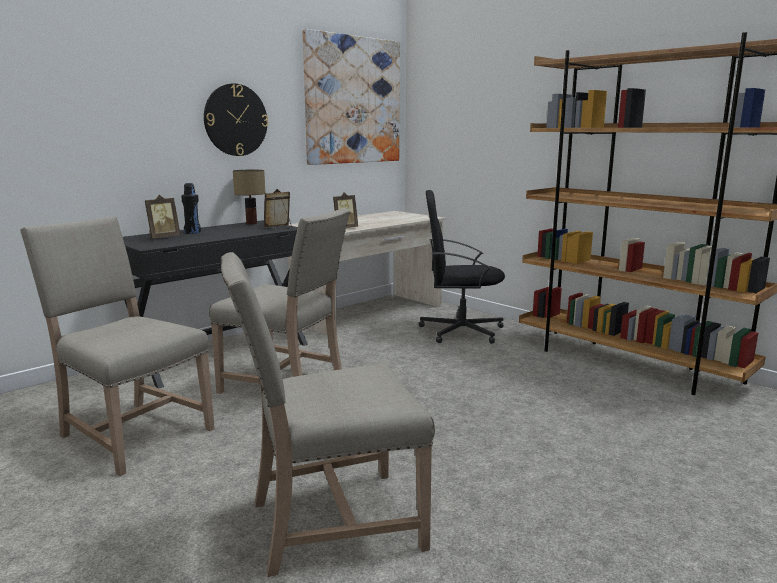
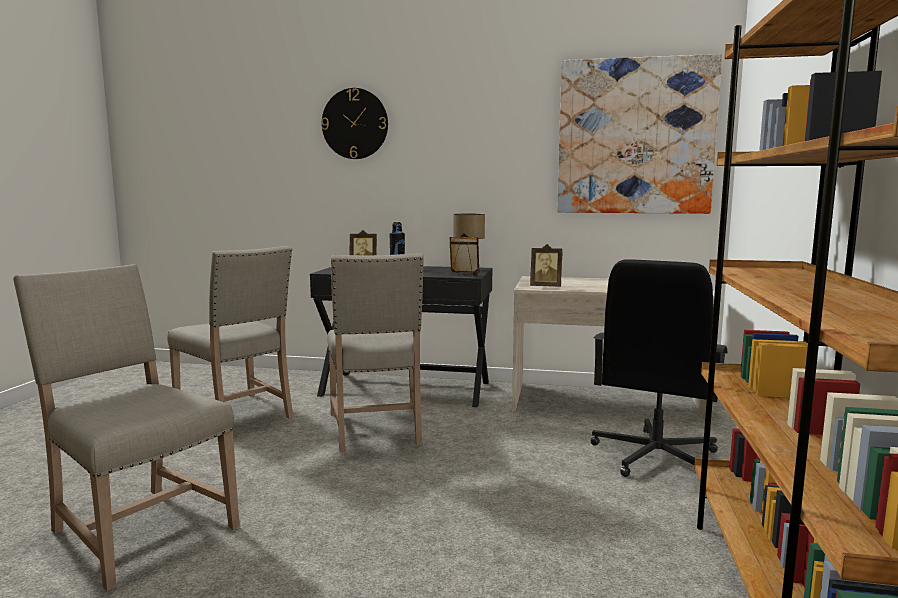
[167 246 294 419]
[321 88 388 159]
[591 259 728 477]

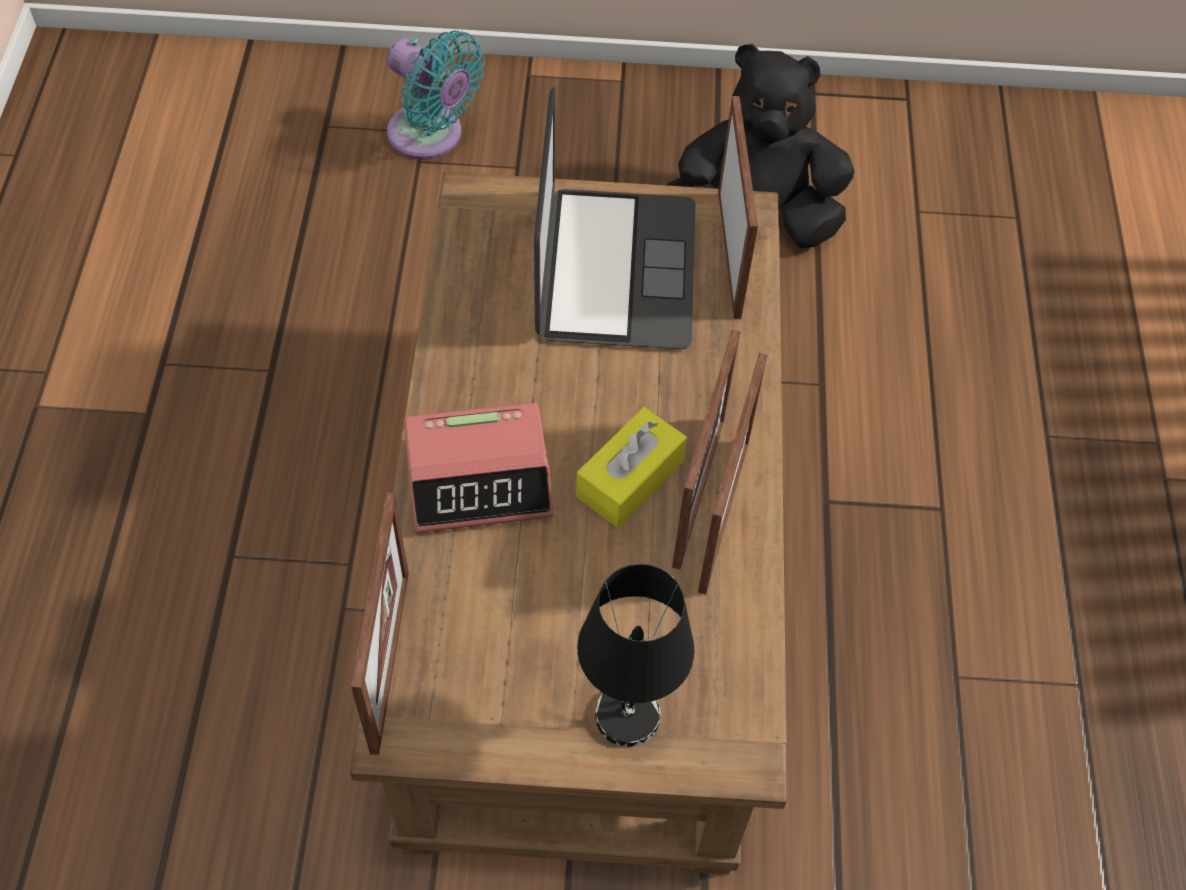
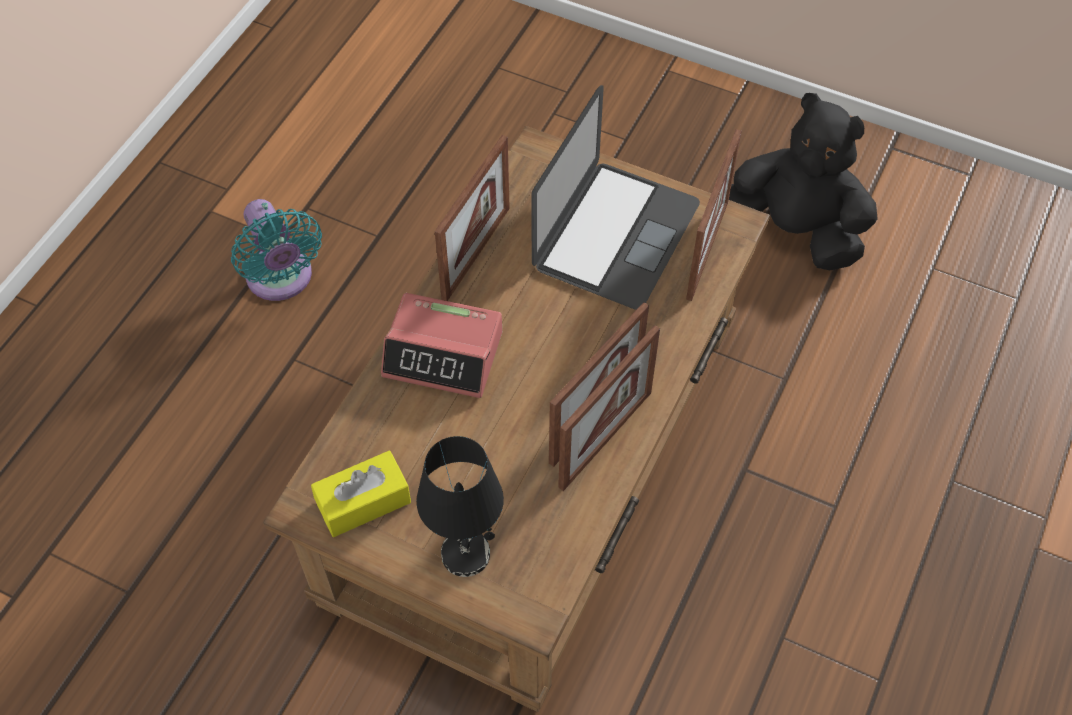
[435 135 510 301]
[231 199 322 301]
[311 451 411 537]

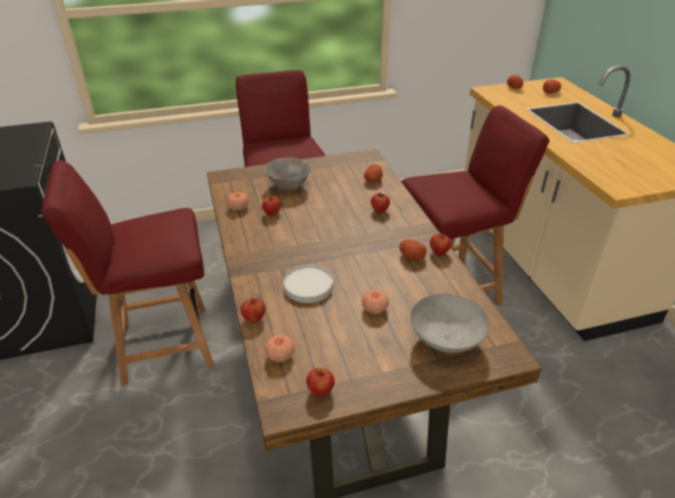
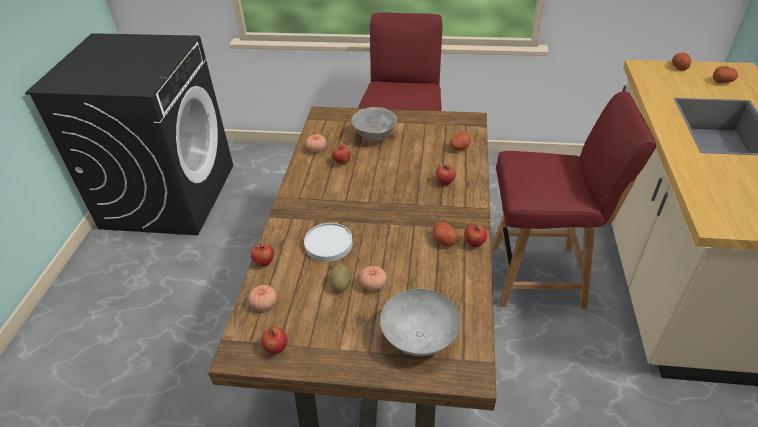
[42 161 214 386] (first image)
[330 265 351 291]

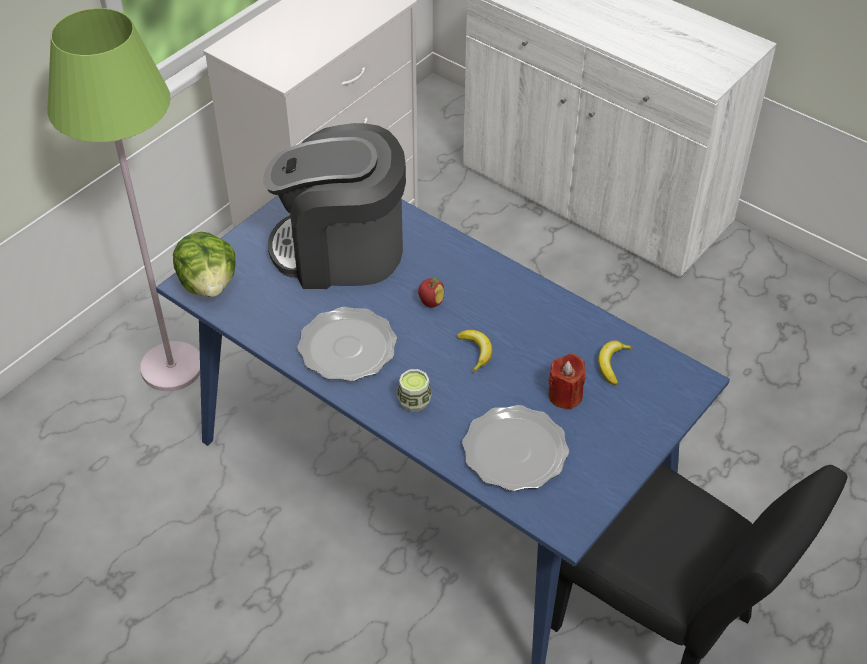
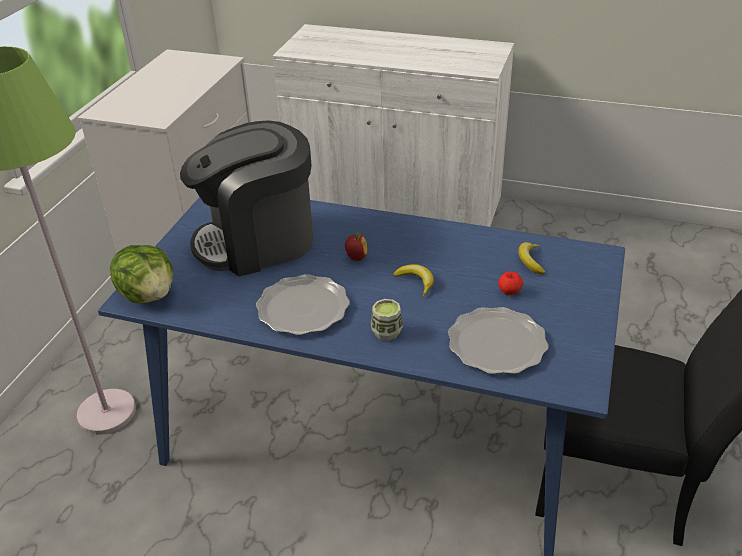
[498 271 523 295]

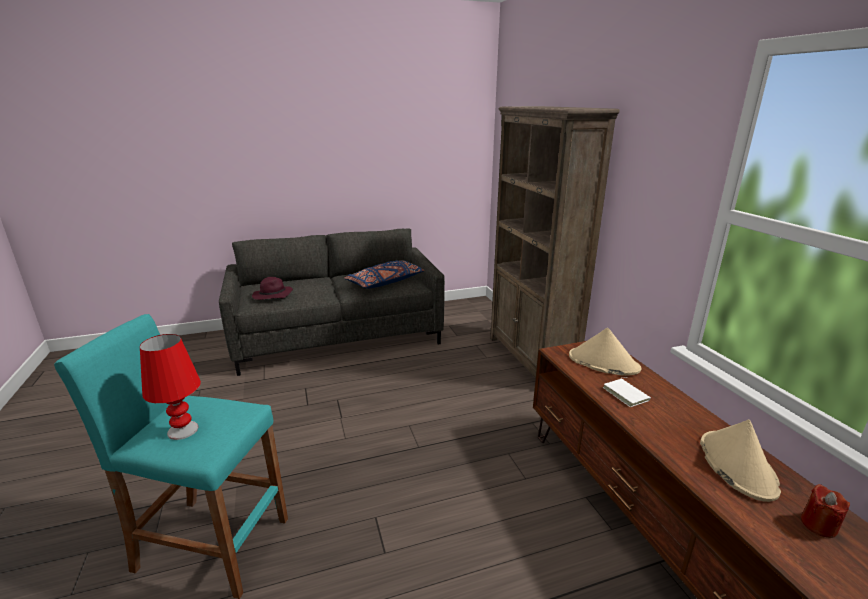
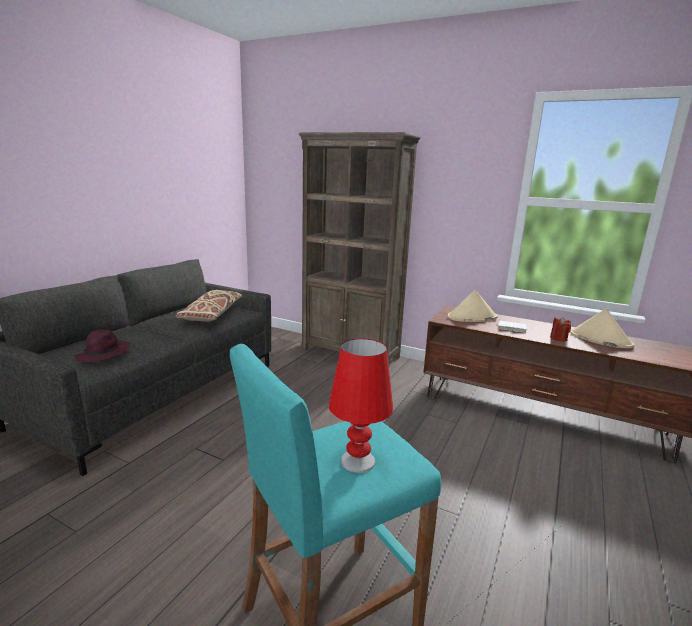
[175 290 243 322]
[550 317 571 342]

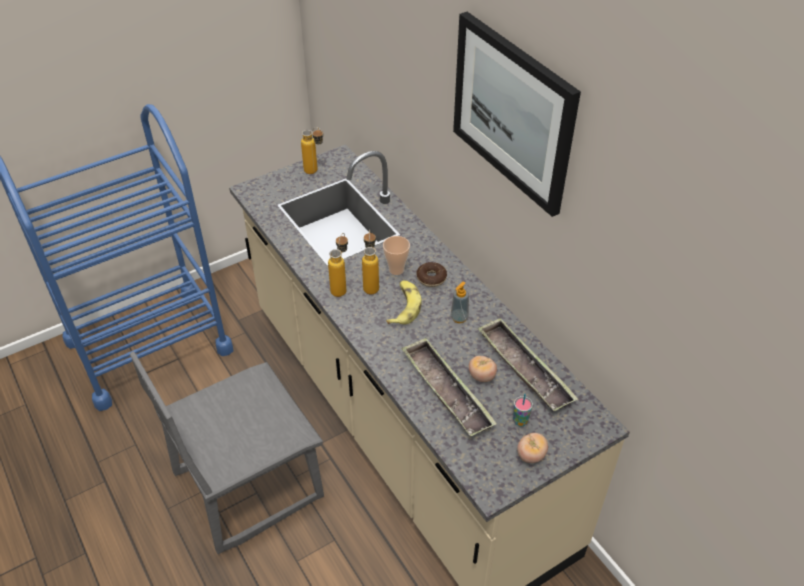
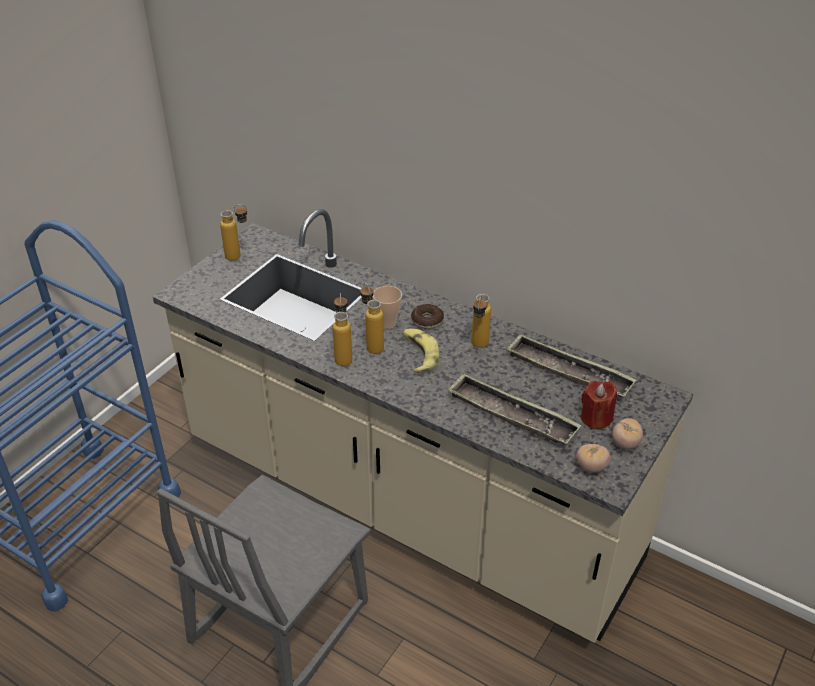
[472 294 491 348]
[453 12 581 217] (first image)
[576 444 611 473]
[581 381 617 429]

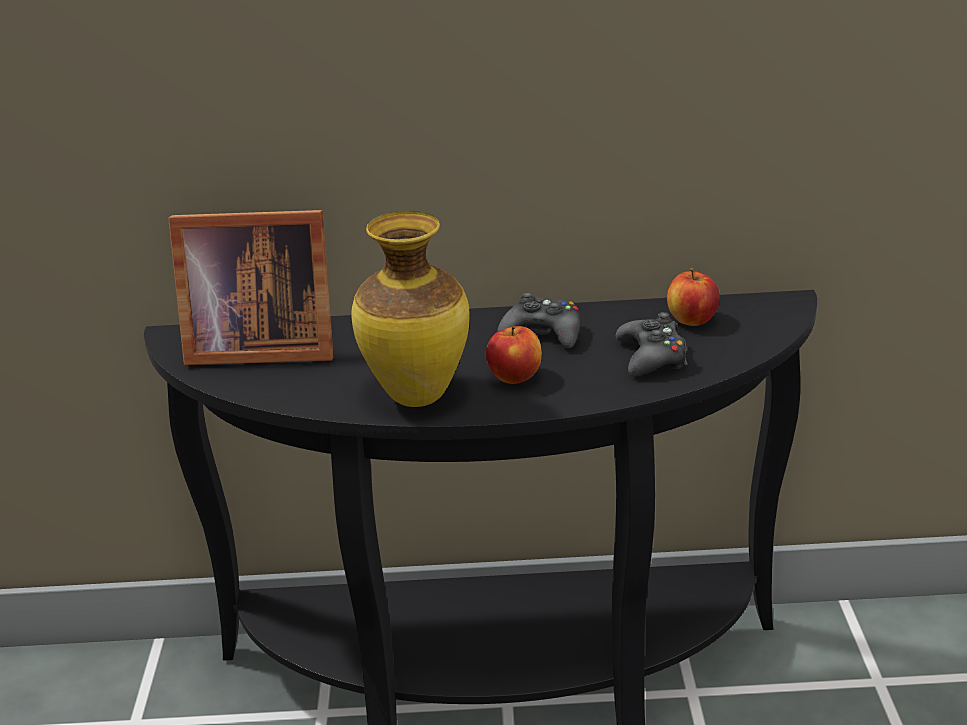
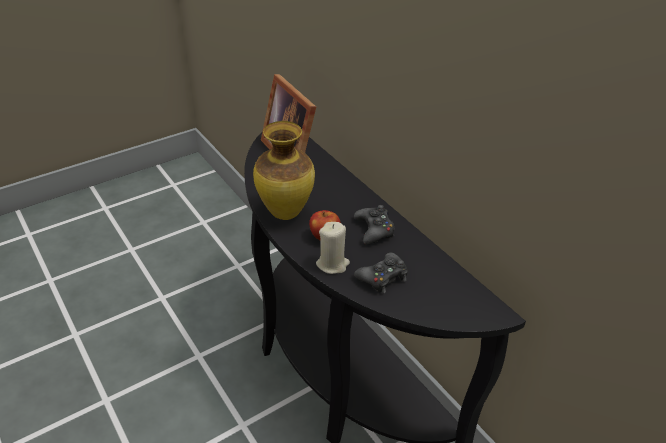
[667 268 720 326] (first image)
[316 222 350 274]

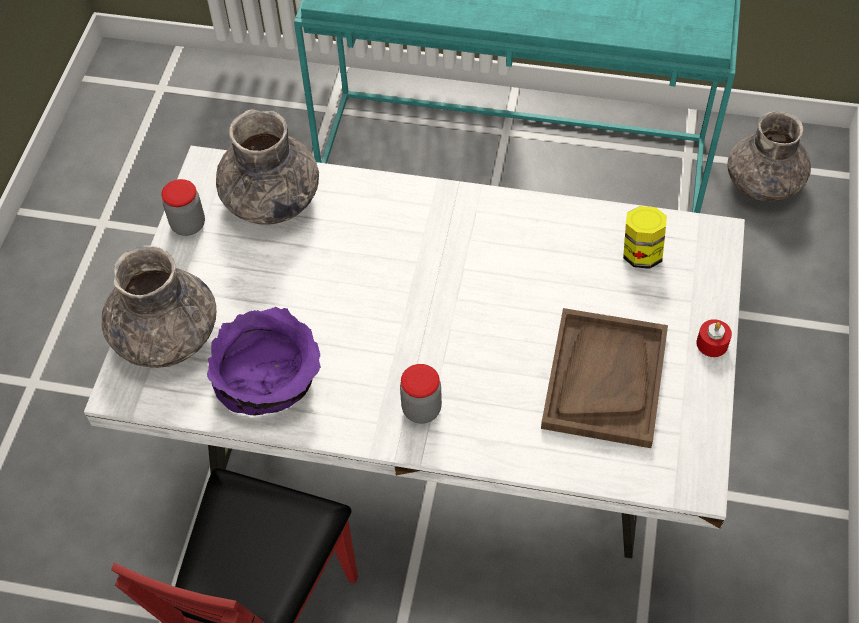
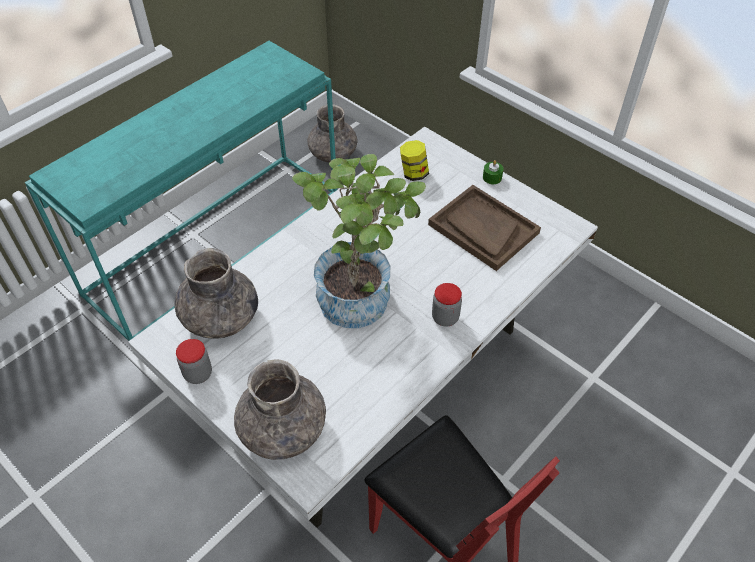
[207 307 321 415] (first image)
[483 160 504 184]
[292 154 426 328]

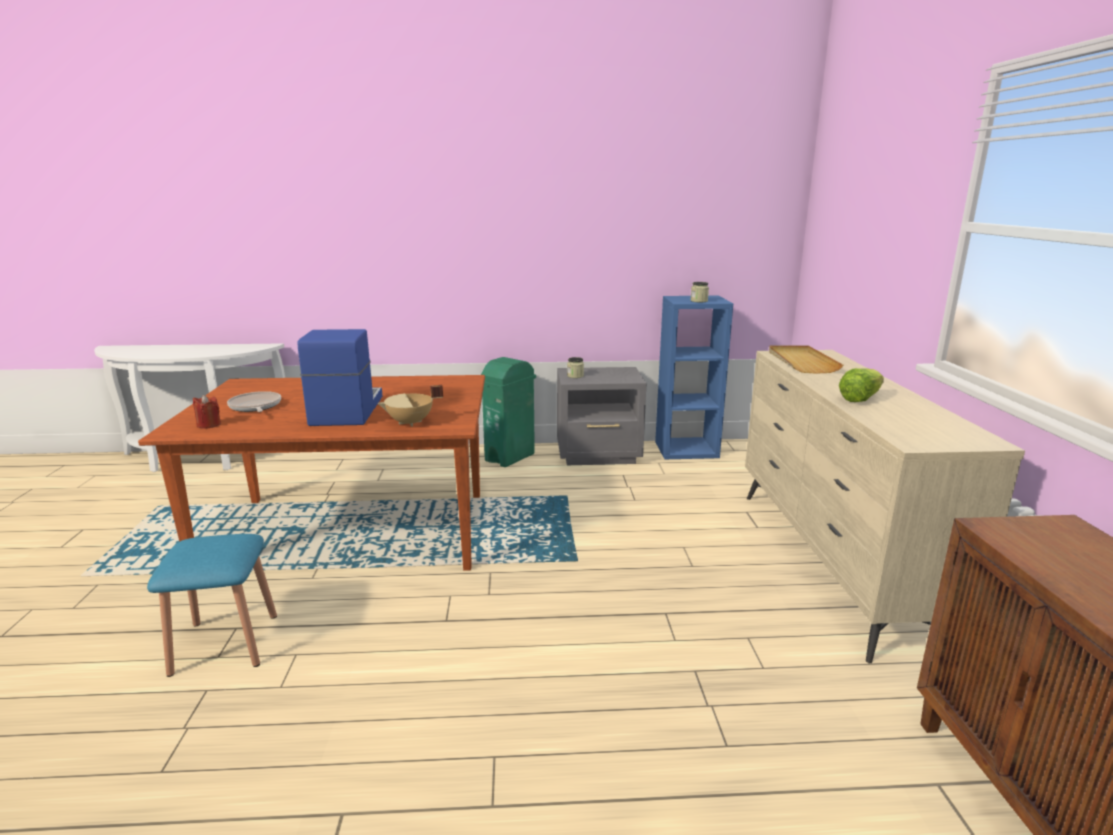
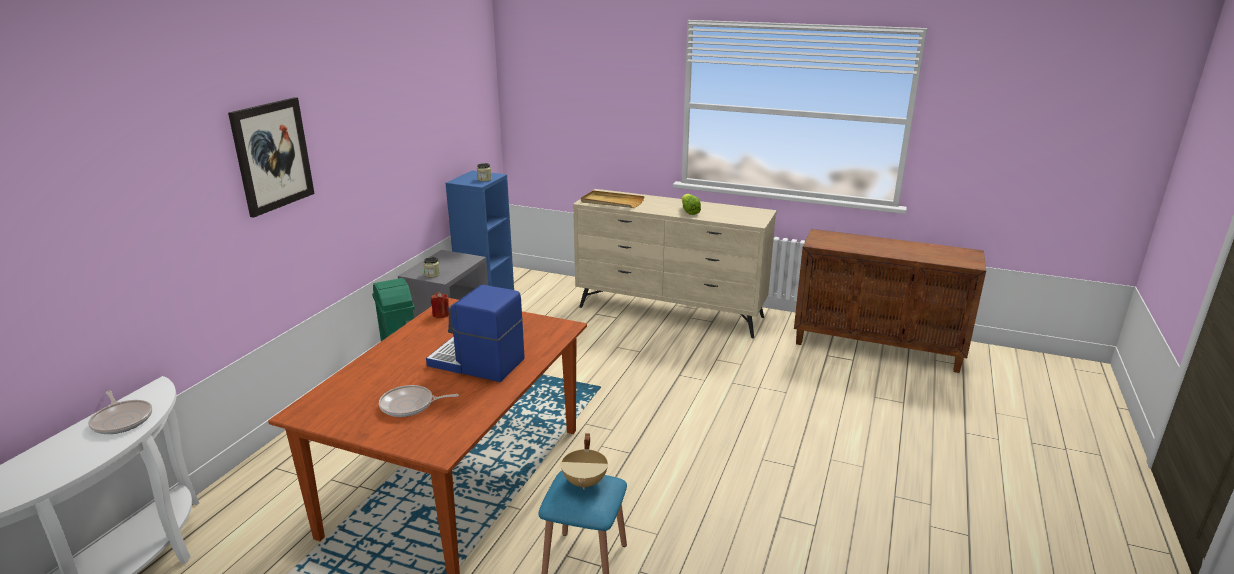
[431 292 449 318]
[561 433 608 490]
[88 391 152 434]
[228 97 315 218]

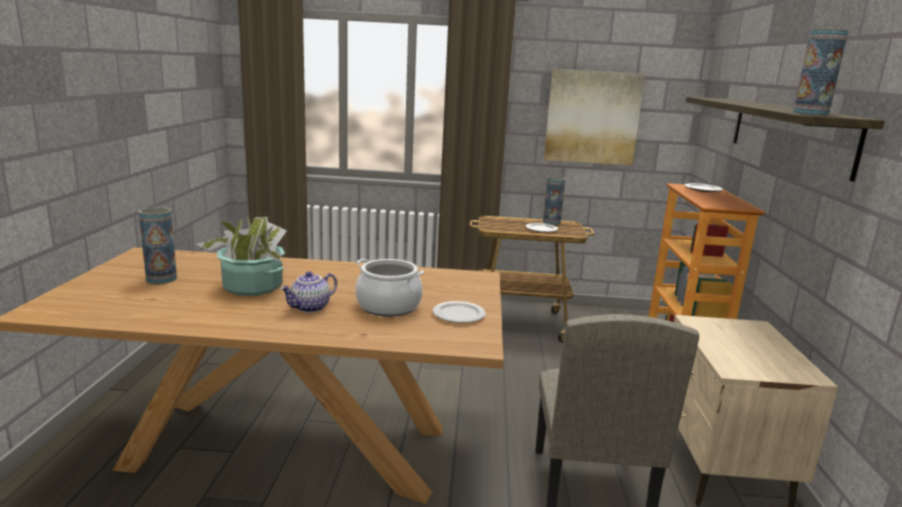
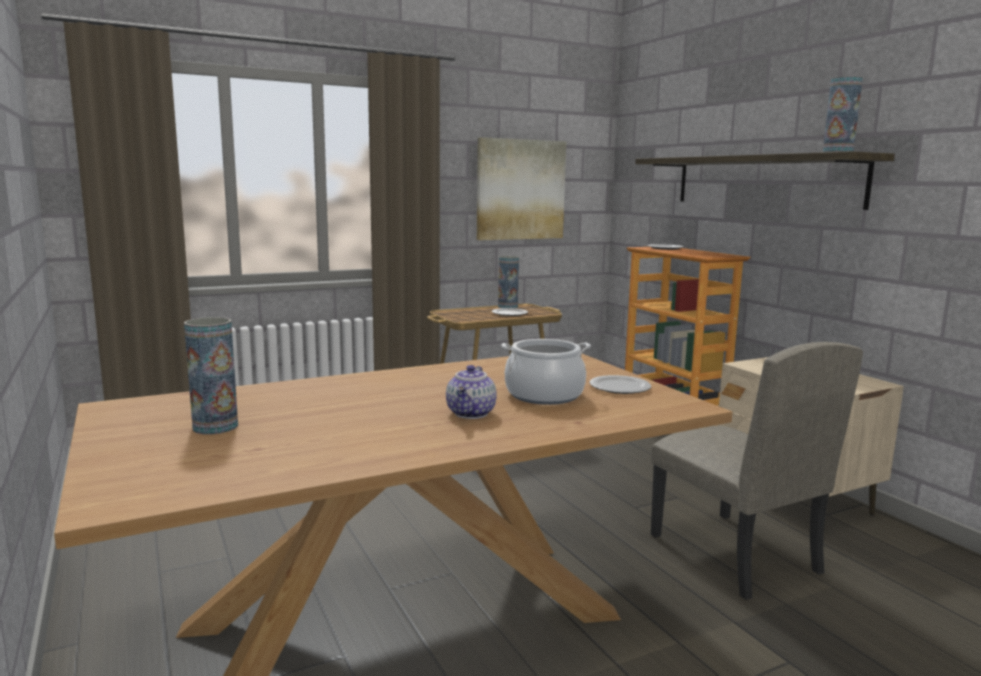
[196 217 287 296] (first image)

